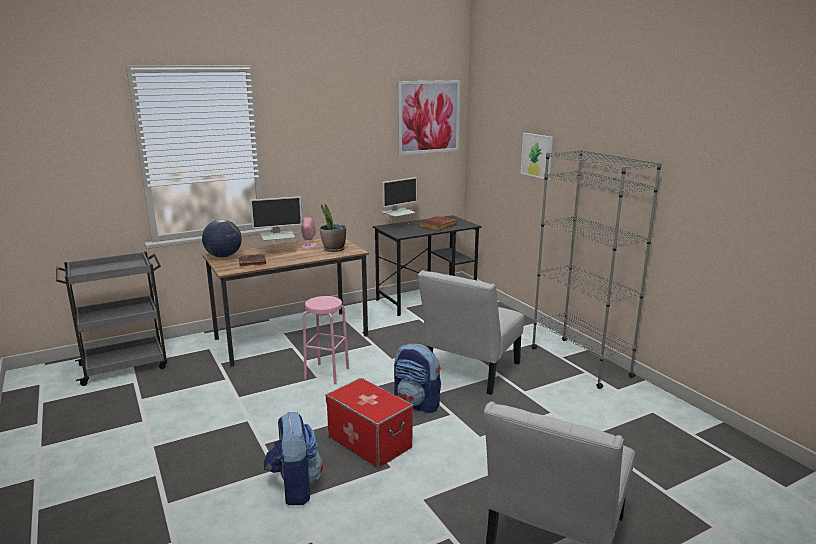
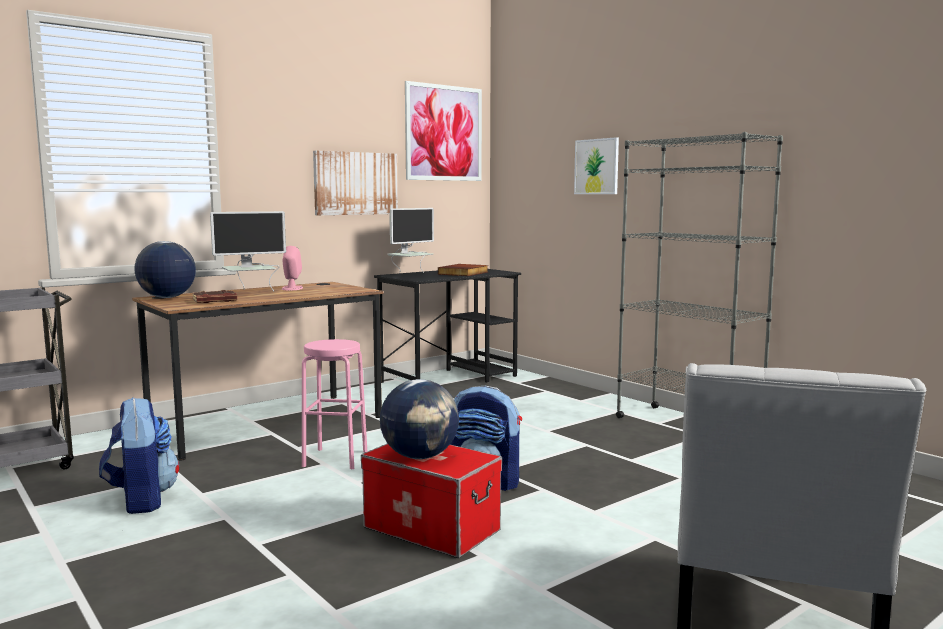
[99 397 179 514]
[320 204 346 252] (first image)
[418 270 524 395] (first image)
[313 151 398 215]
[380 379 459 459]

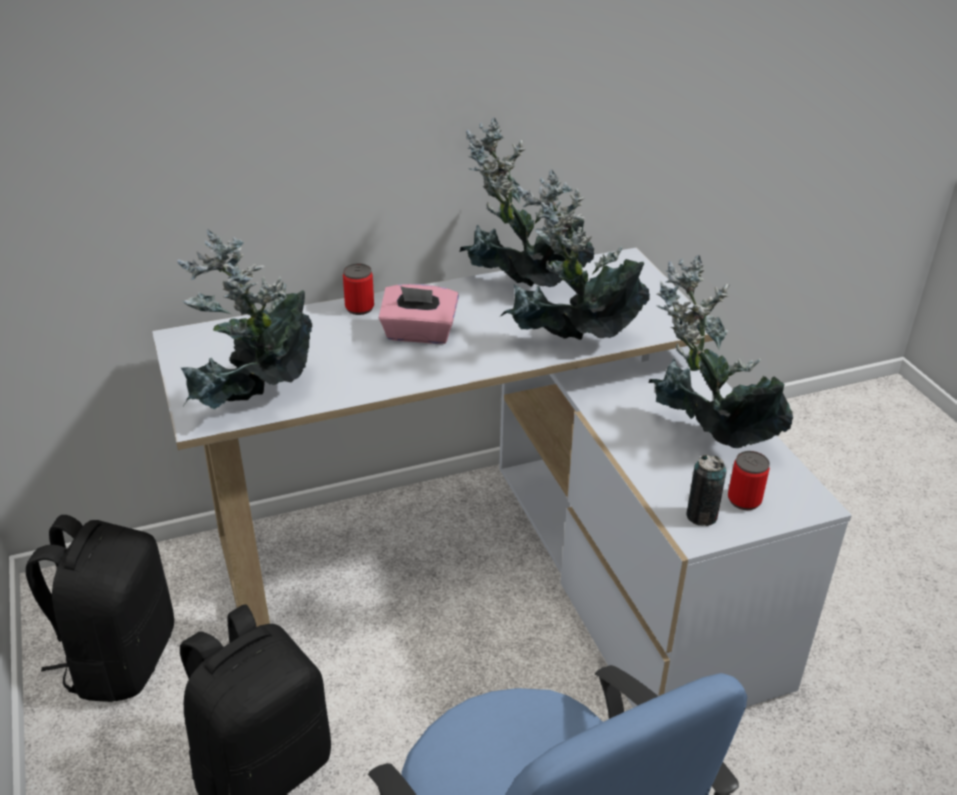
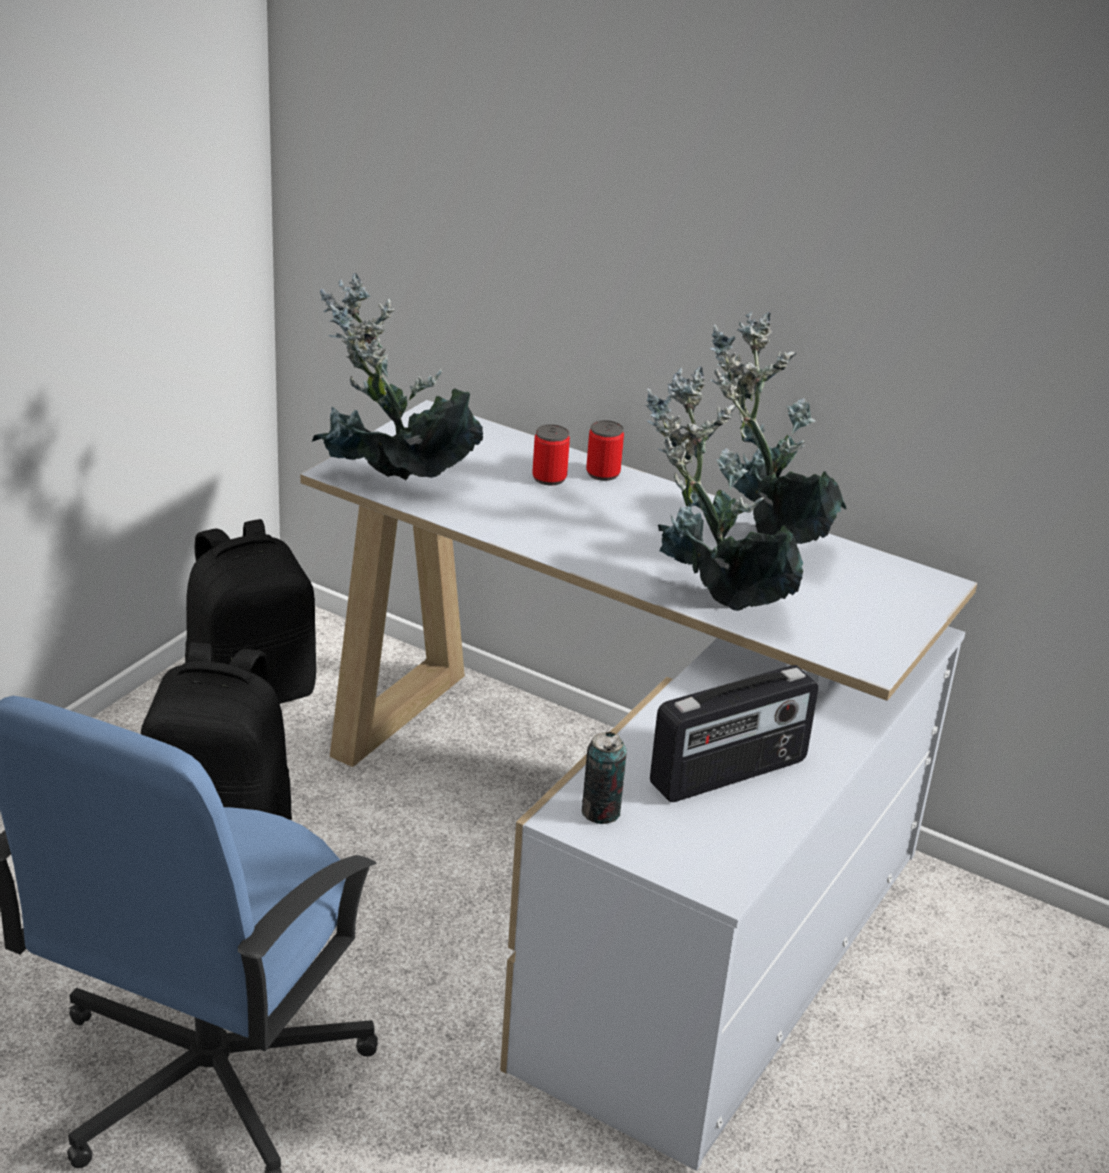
[379 284 459 344] (first image)
[650 665 819 802]
[532 424 570 486]

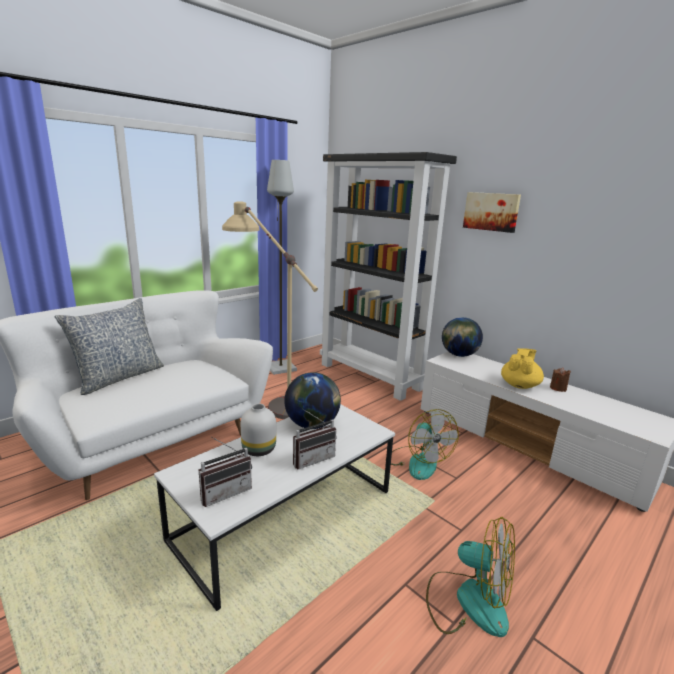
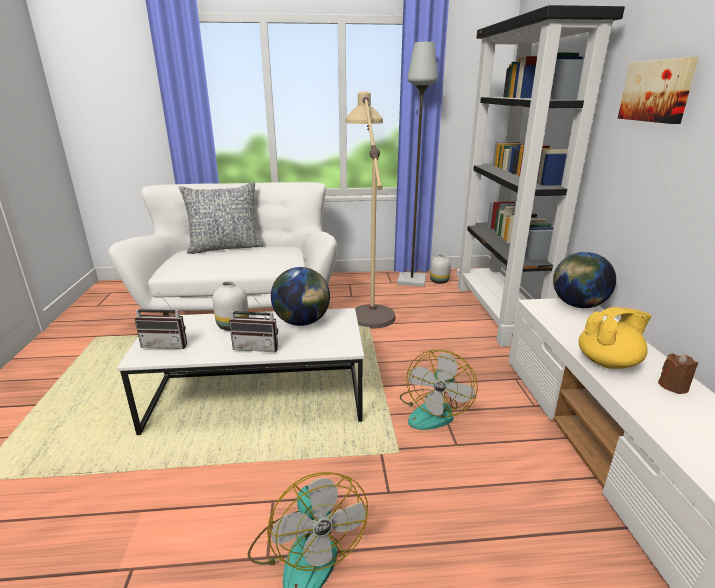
[430 254 451 284]

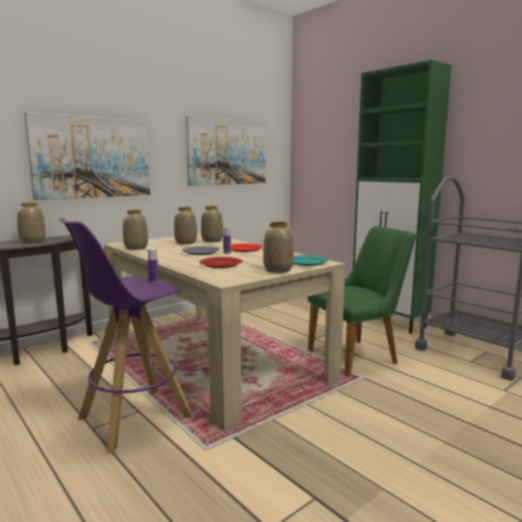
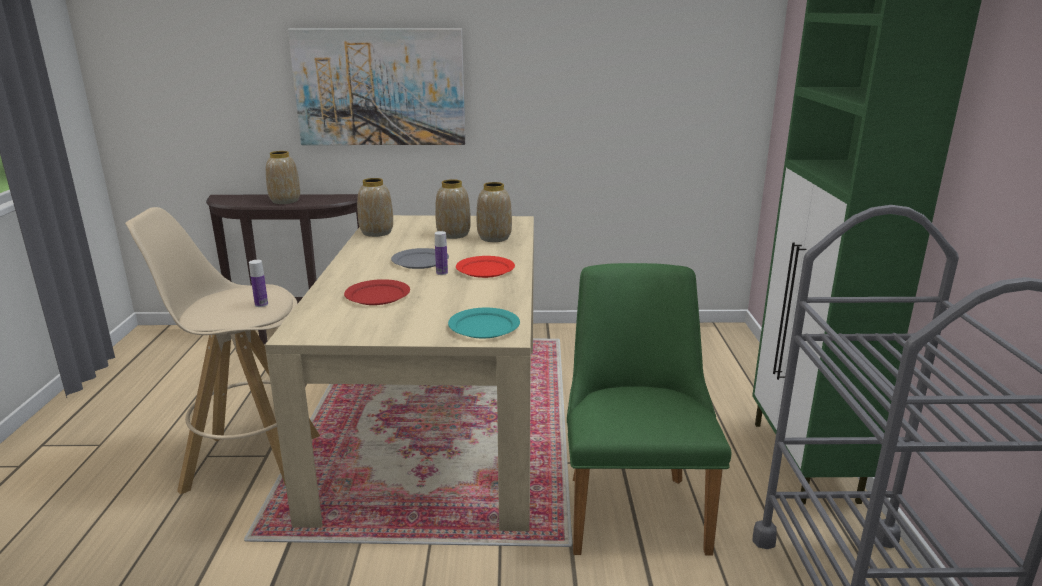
[125 207 320 494]
[186 115 266 185] (first image)
[263 222 294 273] (first image)
[567 263 732 556]

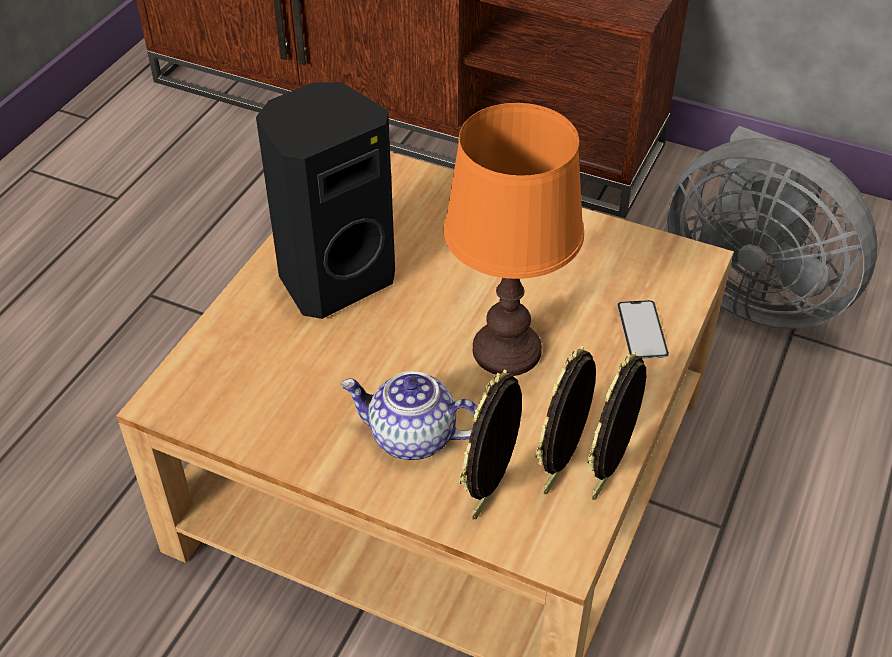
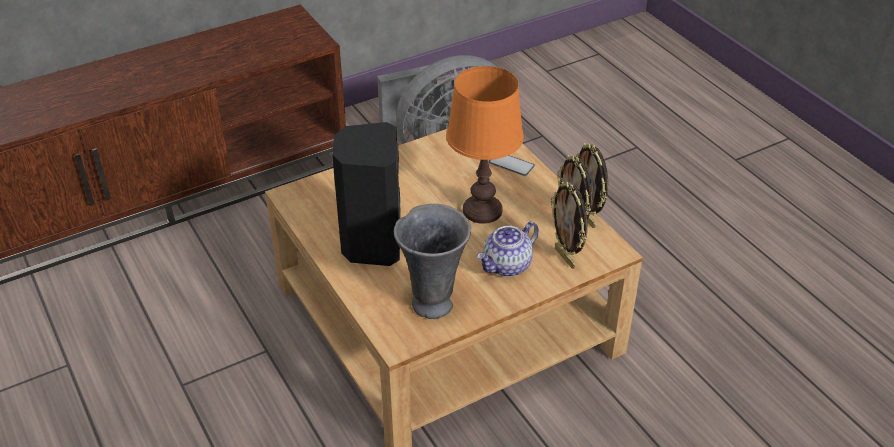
[394 204 471 319]

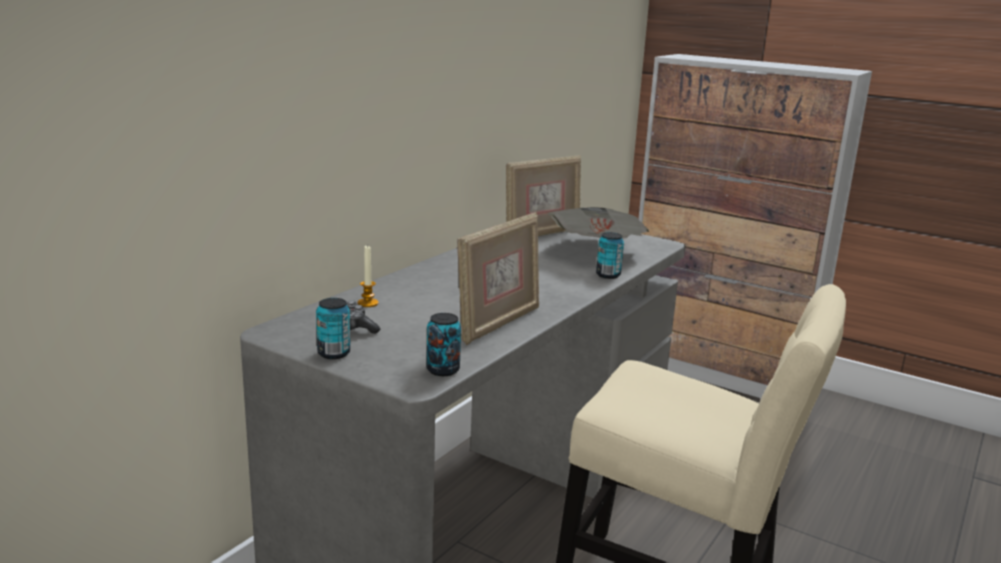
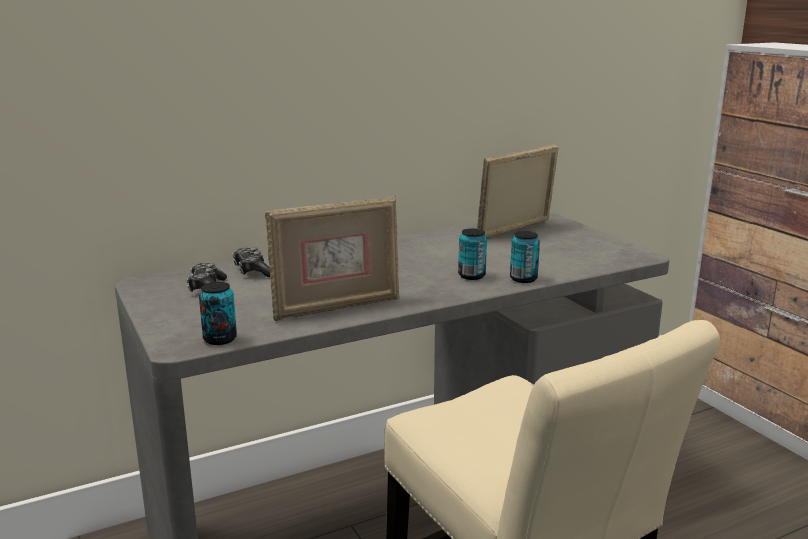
[458 228 487 280]
[233 247 270 277]
[477 144 559 238]
[548 207 649 239] (first image)

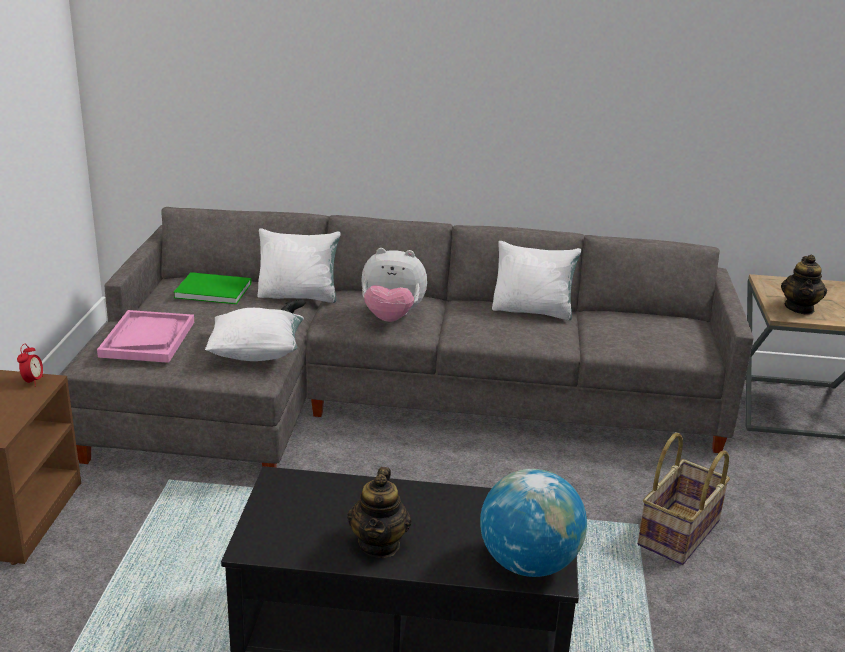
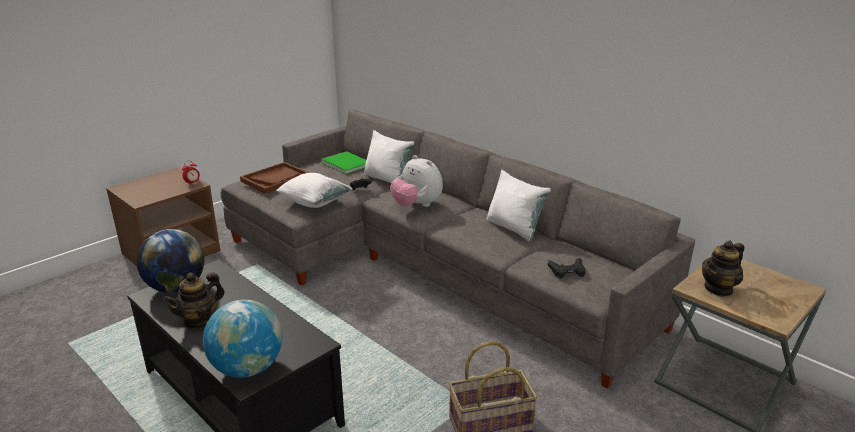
[240 162 309 194]
[136 229 205 293]
[548 258 586 279]

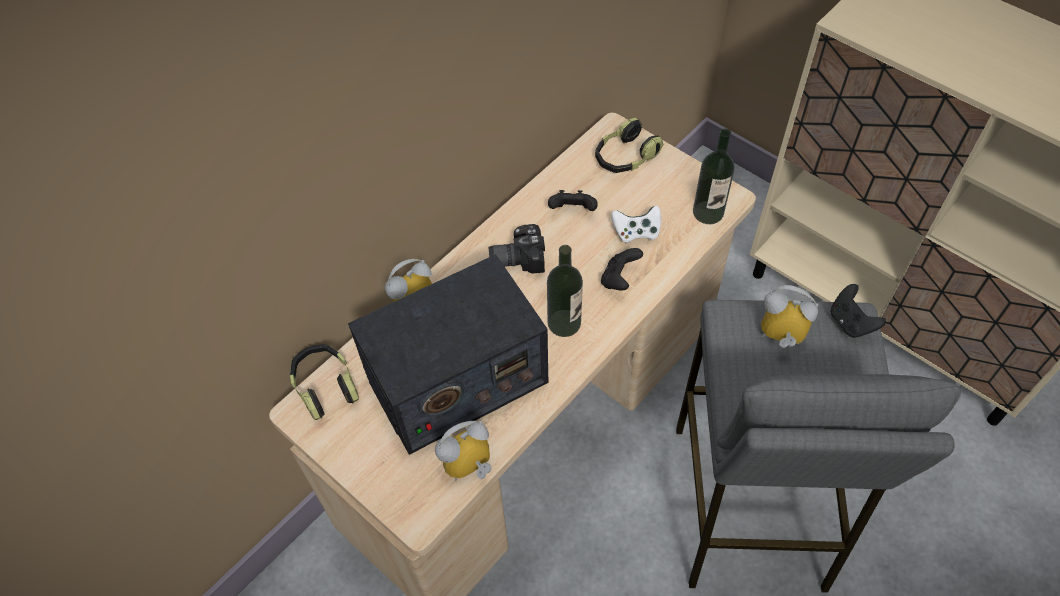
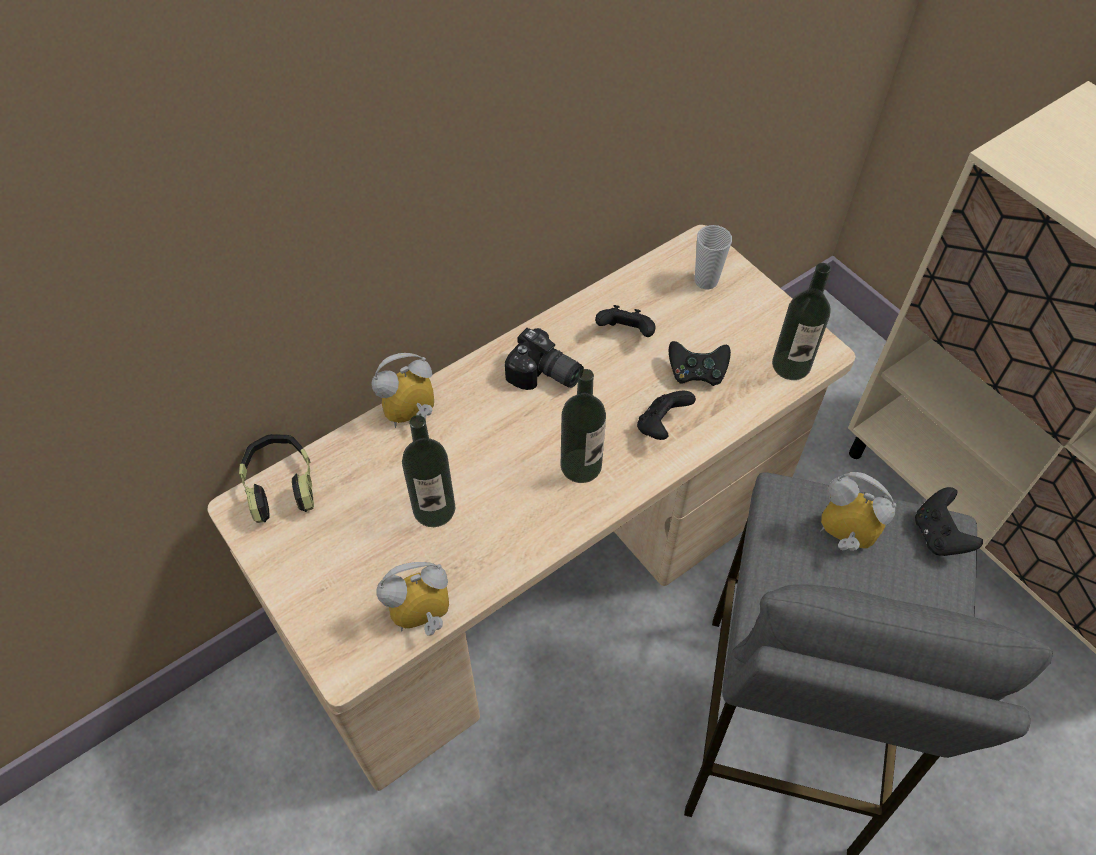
[402 415 455 527]
[505 328 584 390]
[695 225 732 290]
[669 341 731 386]

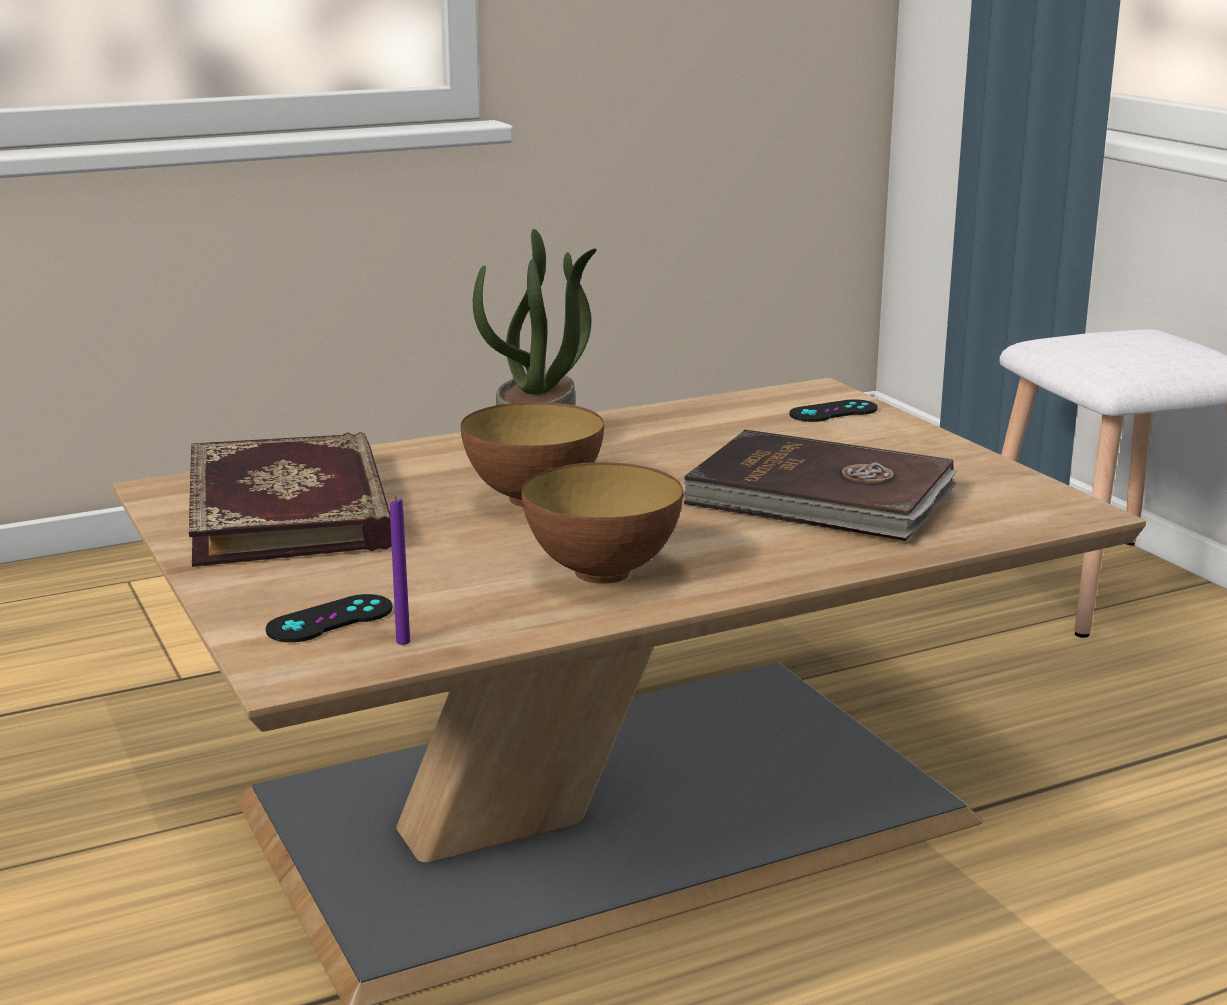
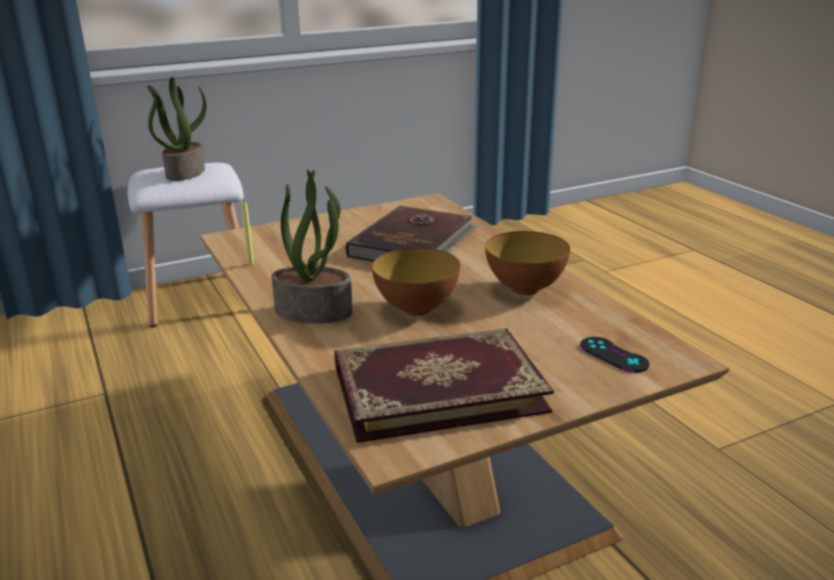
[390 497 410 645] (first image)
[789 399 878 422] (first image)
[147 77 207 181]
[241 202 254 265]

